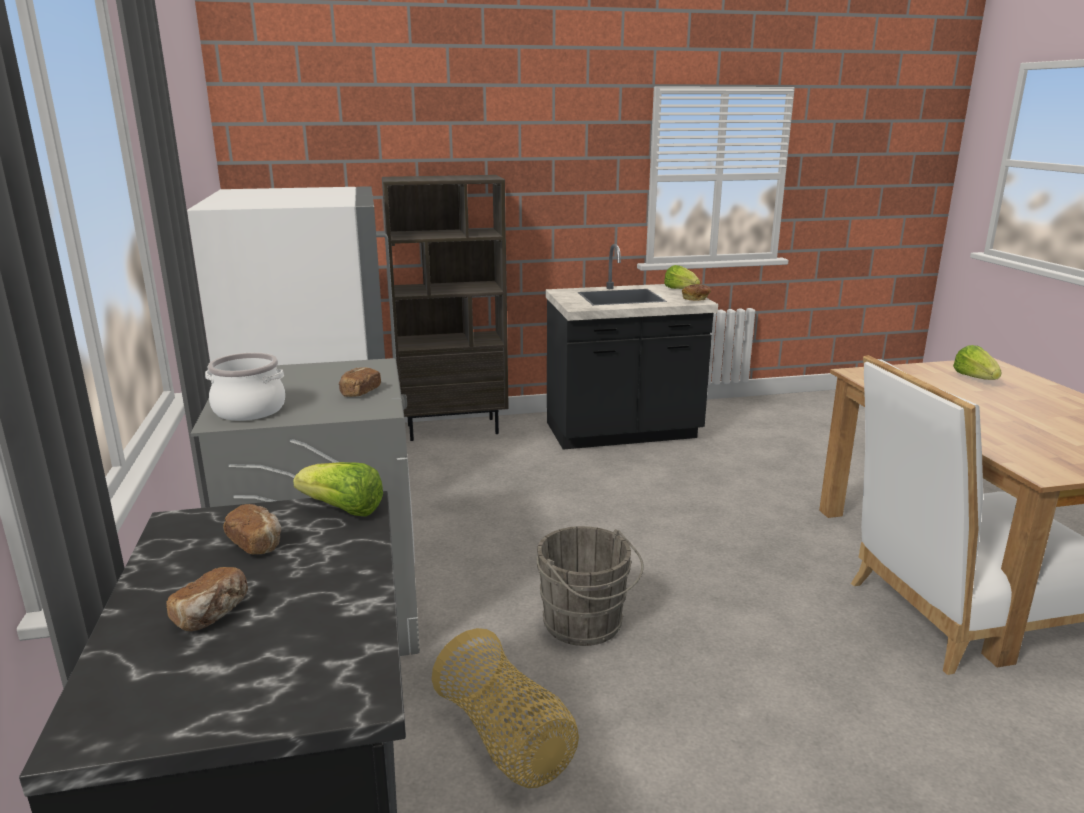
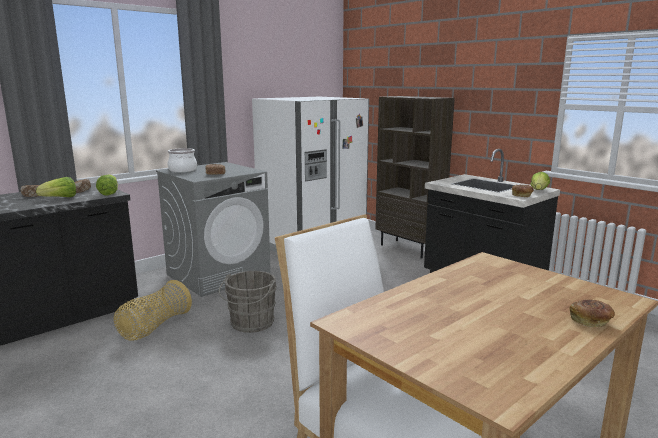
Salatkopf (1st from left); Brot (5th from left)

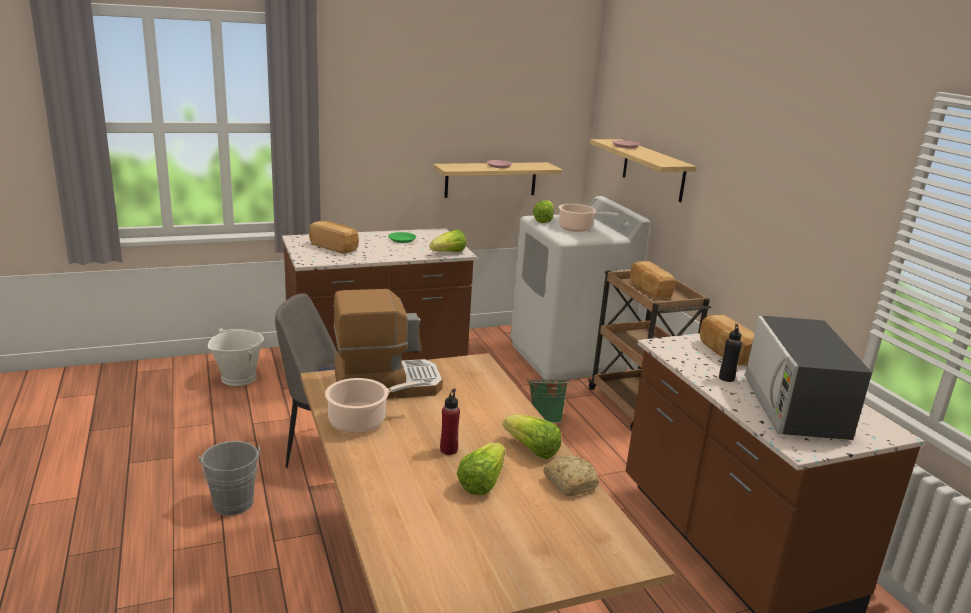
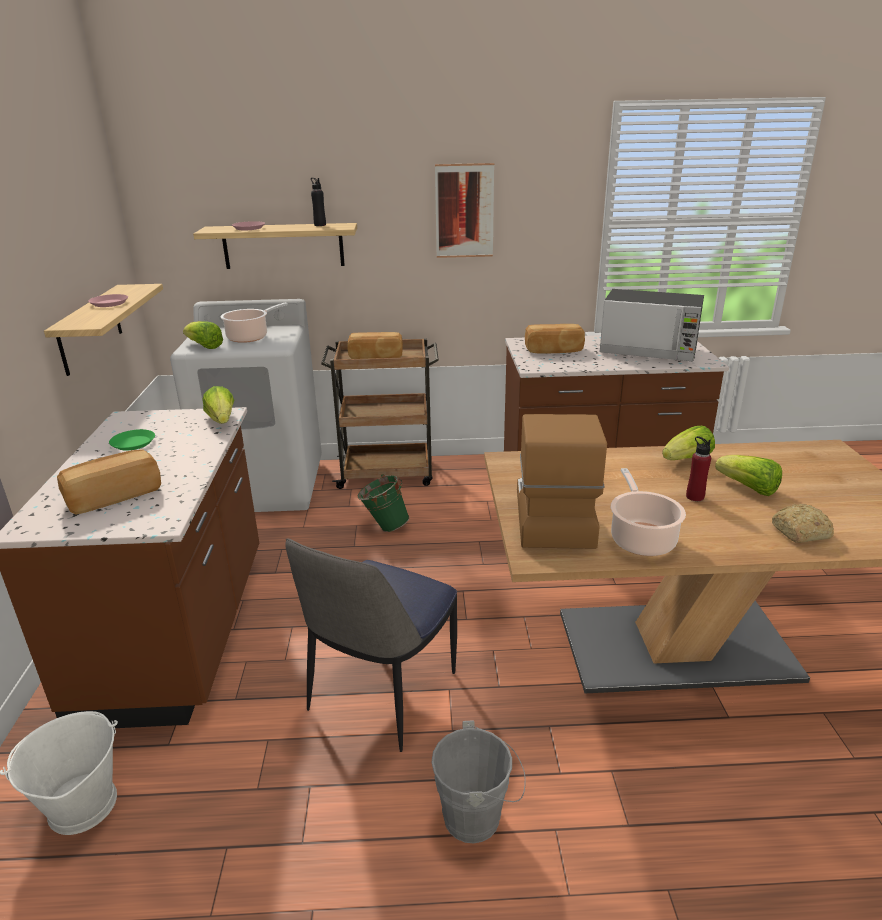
Brot (4th from left); Flasche/schwarz; Bild

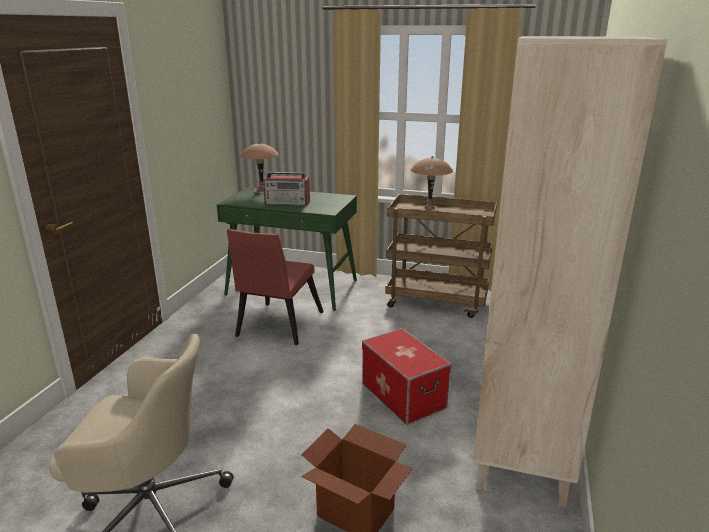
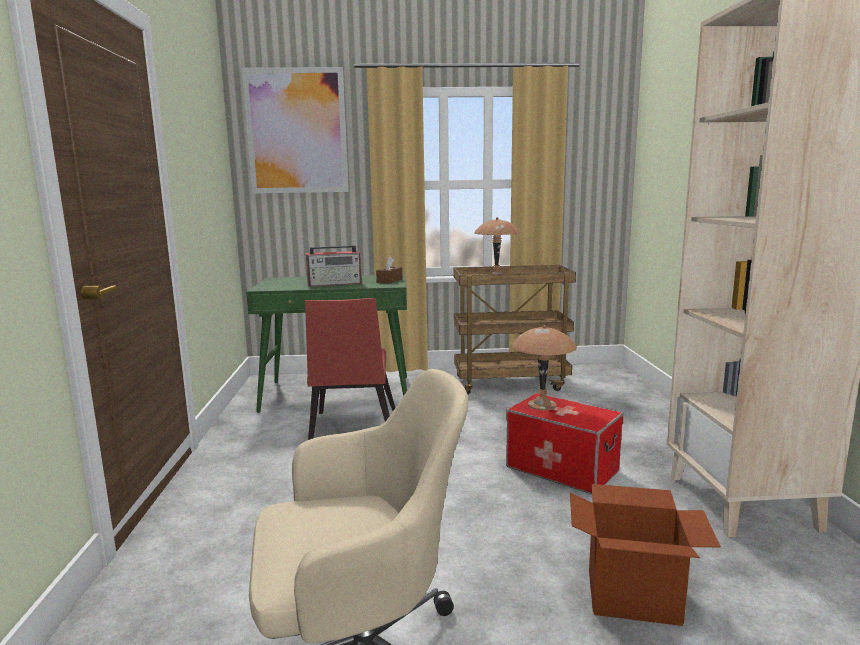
Tischlampe/braun (2nd from left); Bild; Taschentuchbox/braun

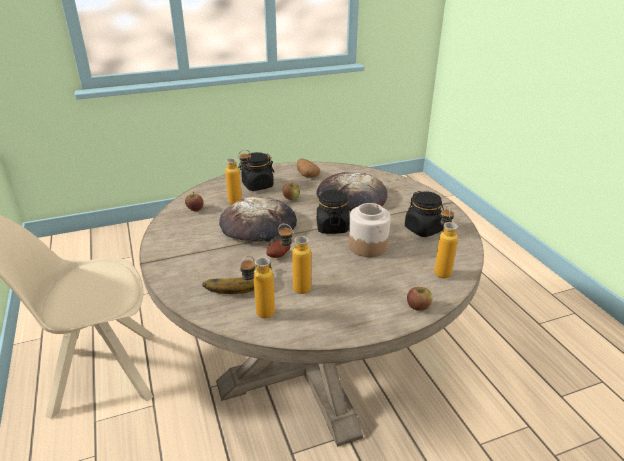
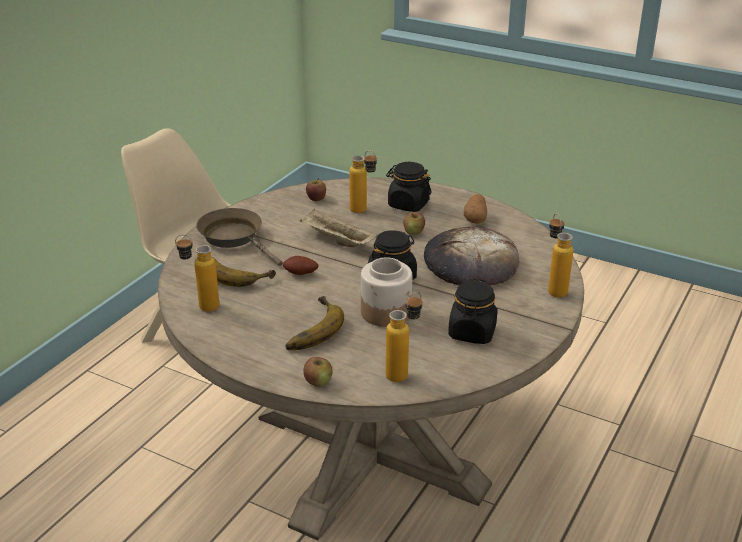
Tablett/beige; Flasche (4th from left); Pfanne/braun; Banane (2nd from left)

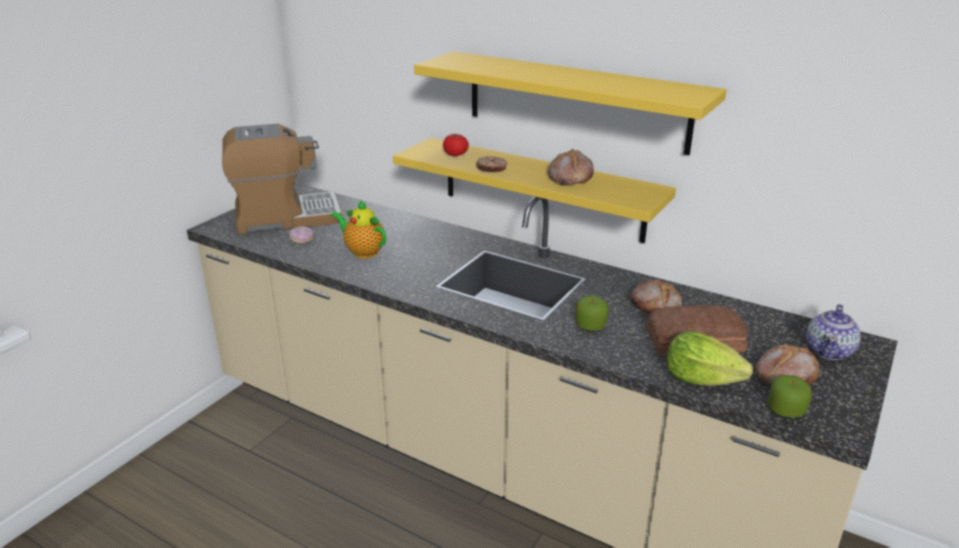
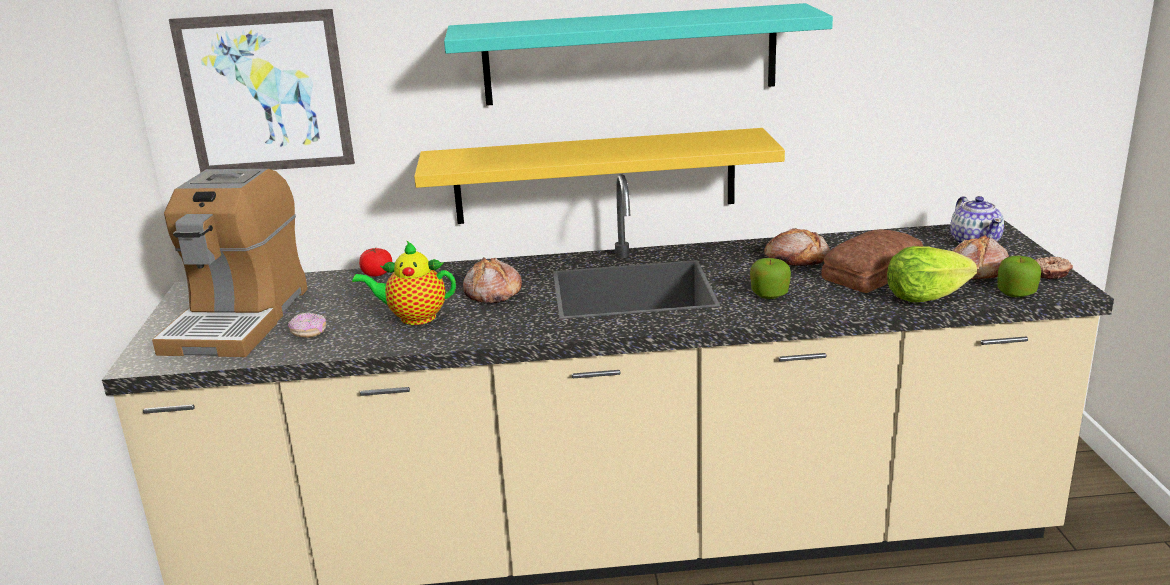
Kaffeemaschine; Wandregal/türkis; Tomate; Donut (2nd from left); Brot (1st from left); Bild

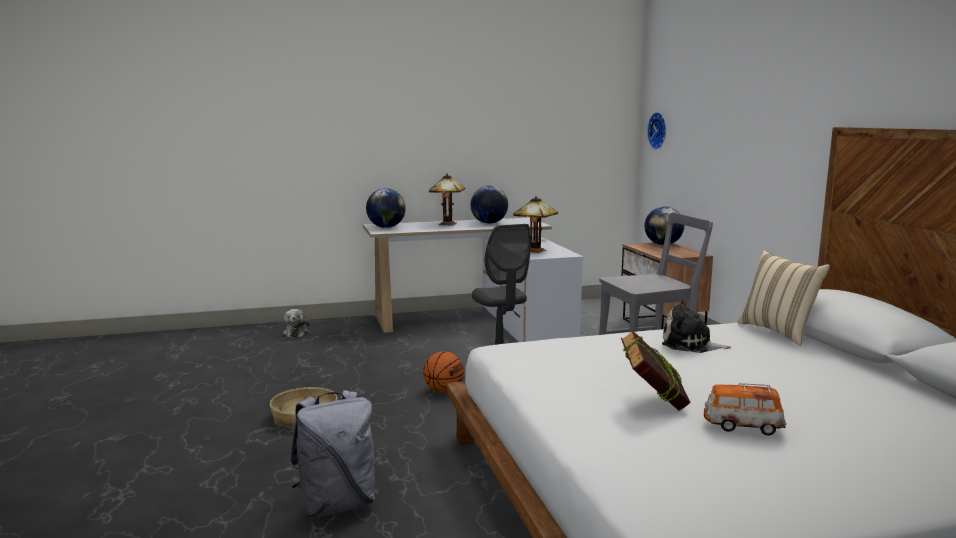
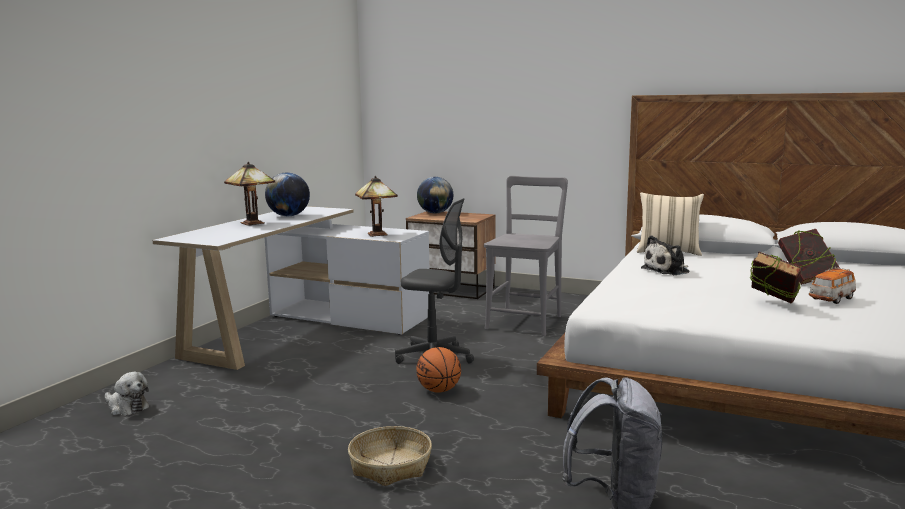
Globus (1st from left in the first image); Wanduhr; Buch (2nd from left)

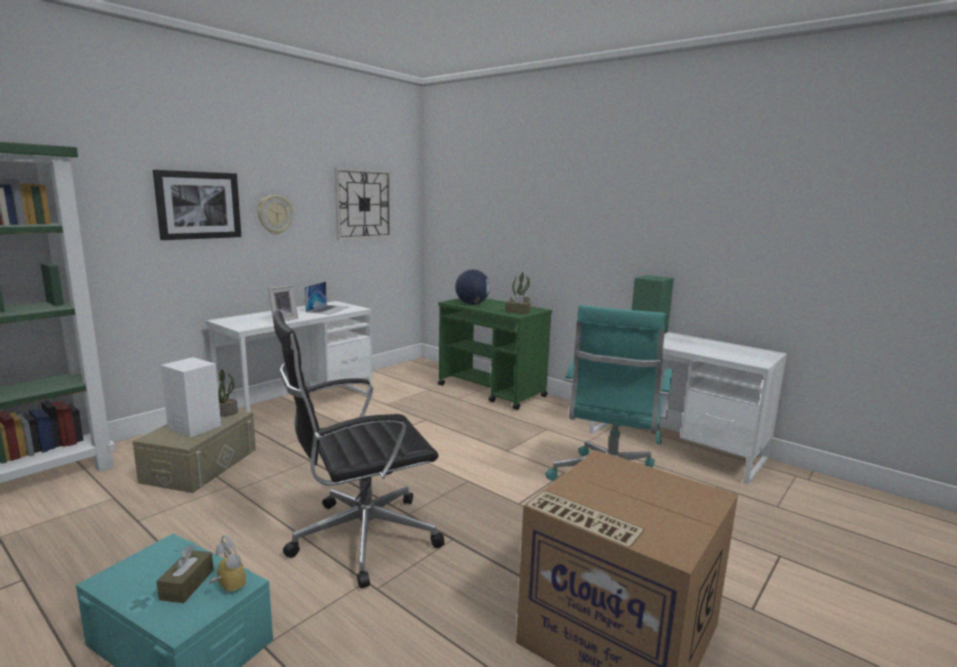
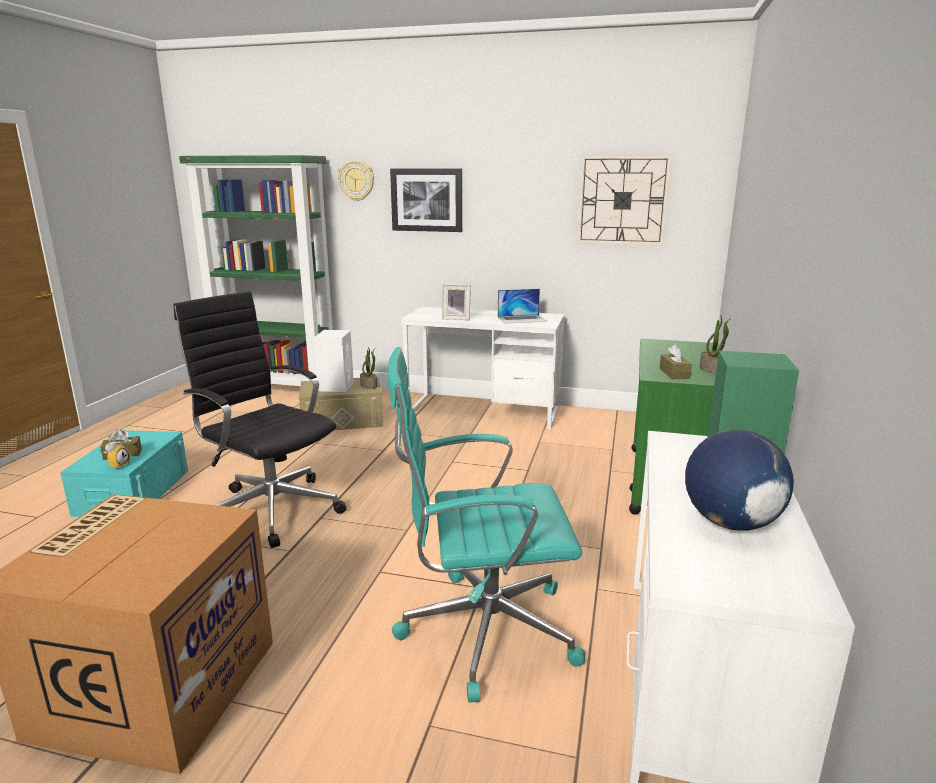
Wanduhr (1st from left); Globus

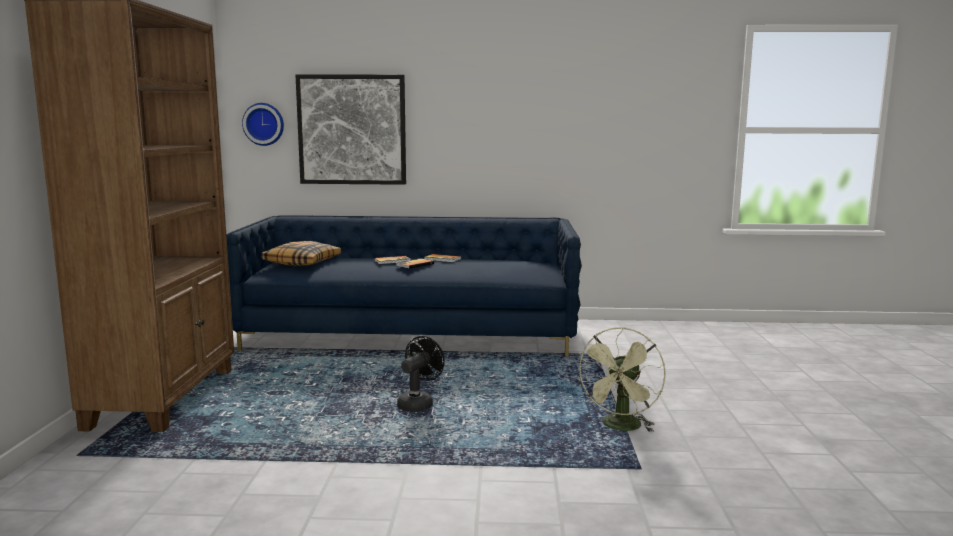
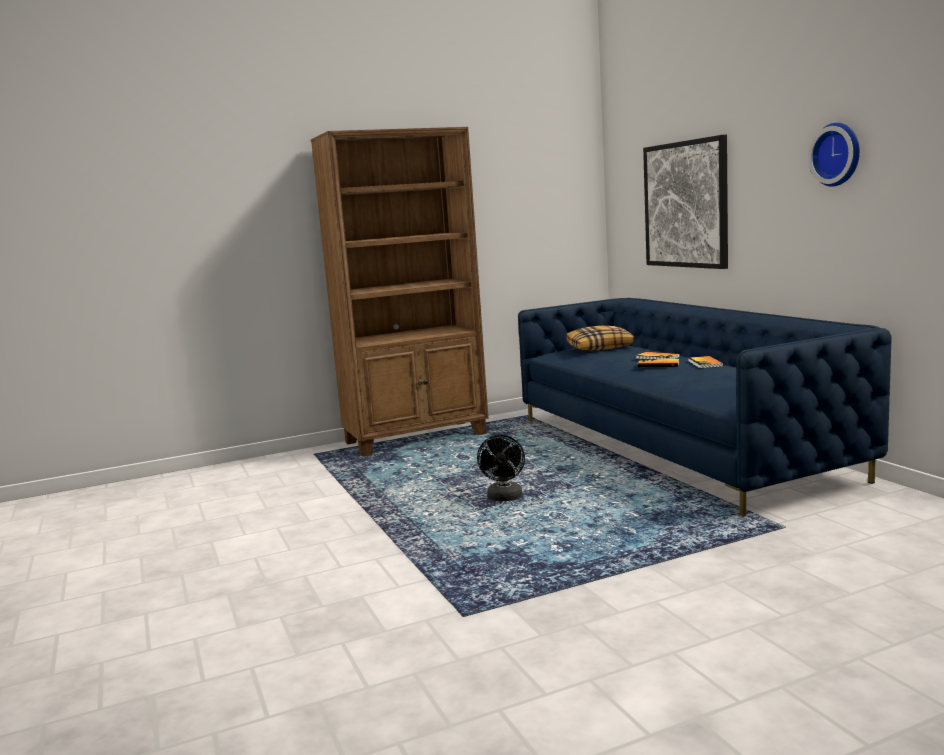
Wanduhr; Ventilator/schwarz; Ventilator/grün

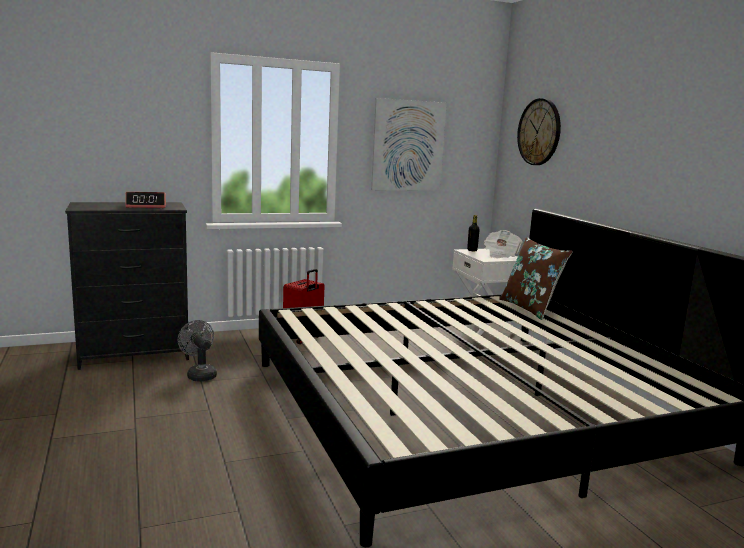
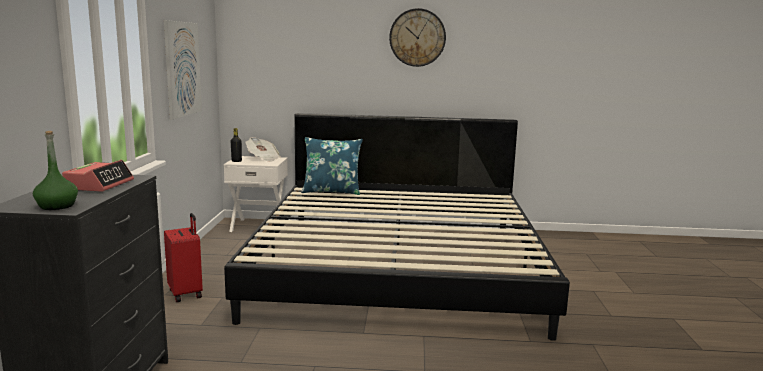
Ventilator/grau; Kissen/blau; Wanduhr; Flasche/grün

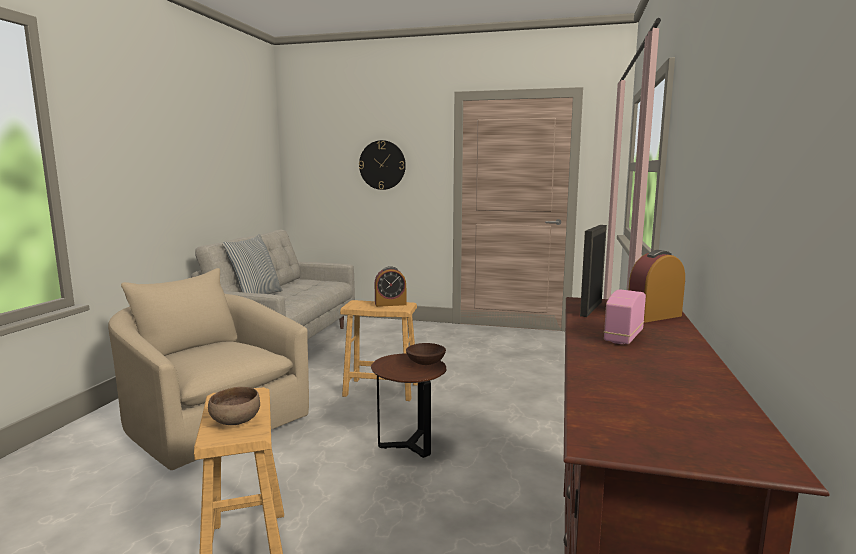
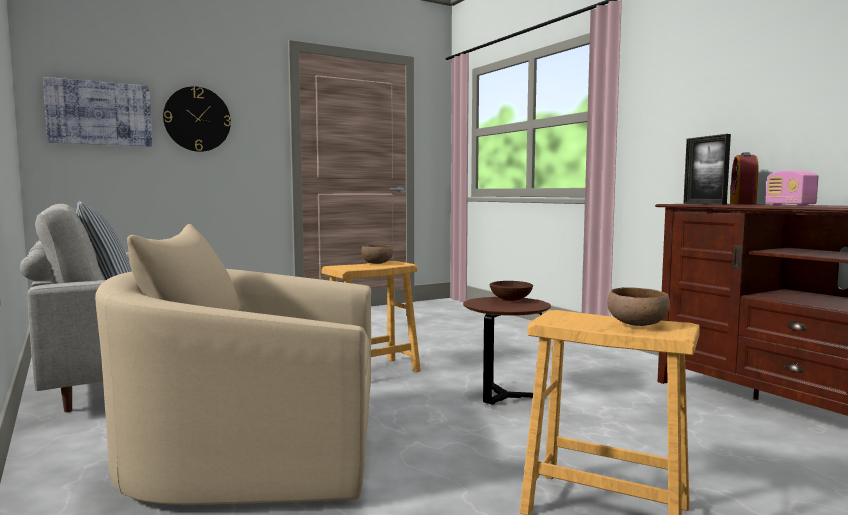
Schüssel/braun (1st from left); Bild

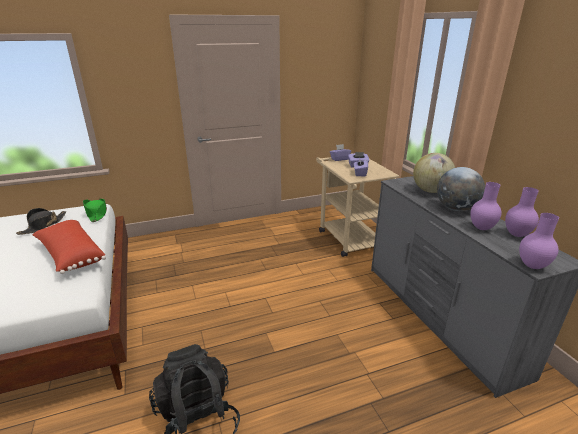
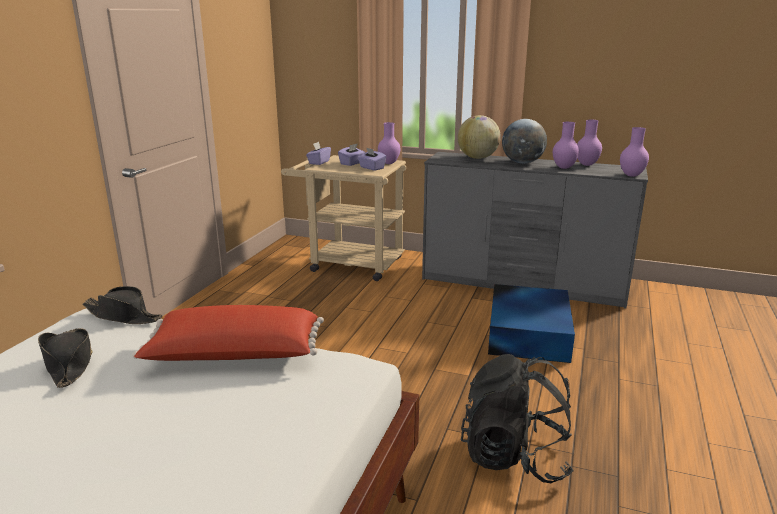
Hut/schwarz (2nd from left); Vase/lila (1st from left); Aufbewahrungsbox/blau

